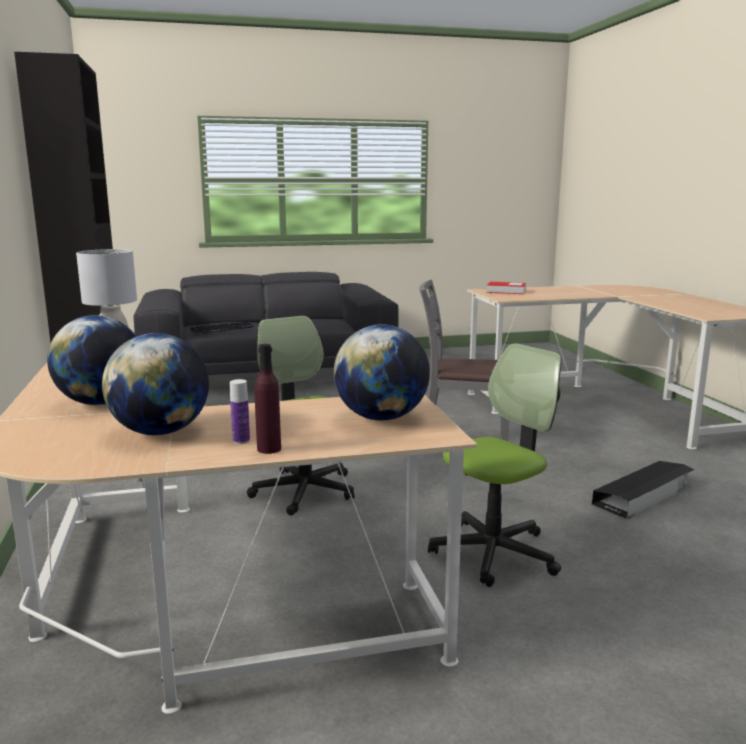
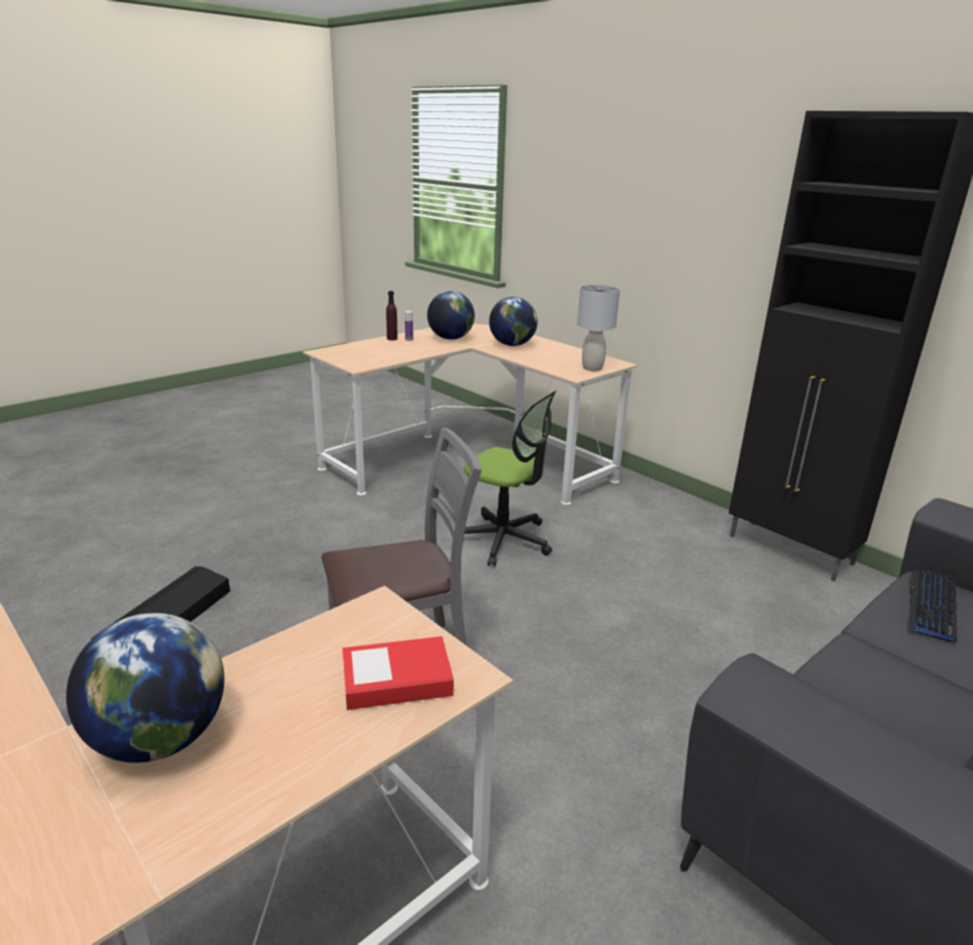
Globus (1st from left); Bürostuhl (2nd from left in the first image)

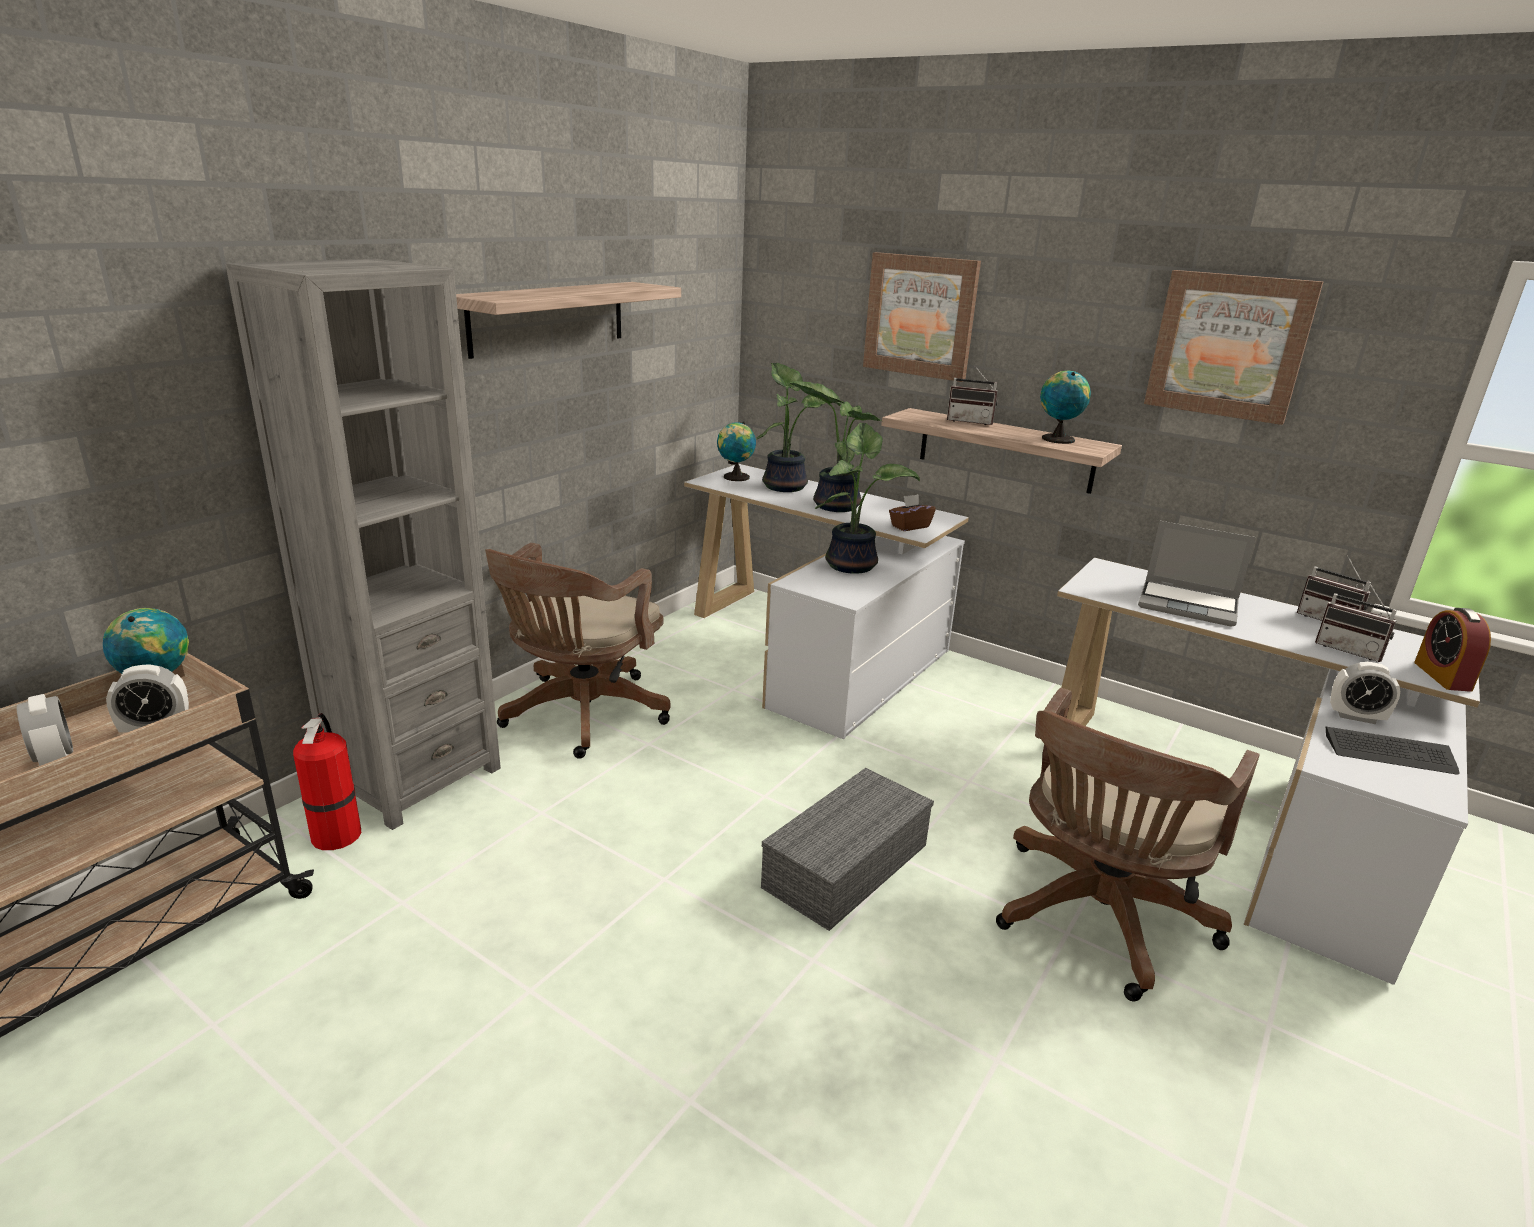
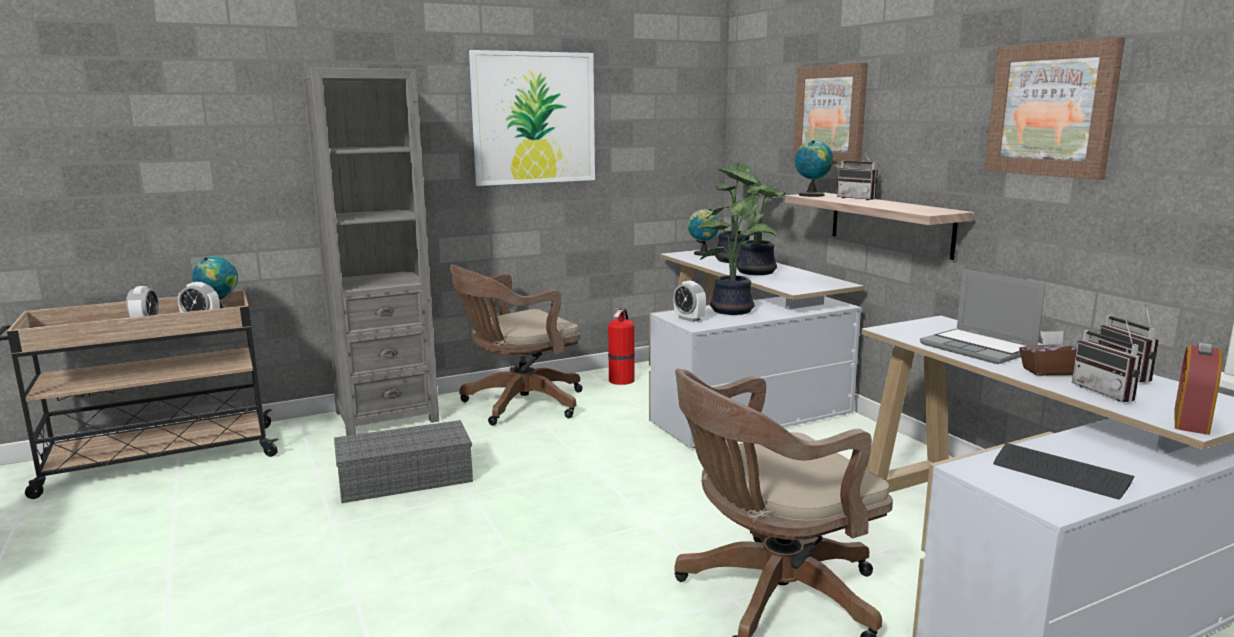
Feuerlöscher; Bild (1st from left); Aufbewahrungsbox/grau; Taschentuchbox/braun; Globus (3rd from left); Wecker (3rd from left)

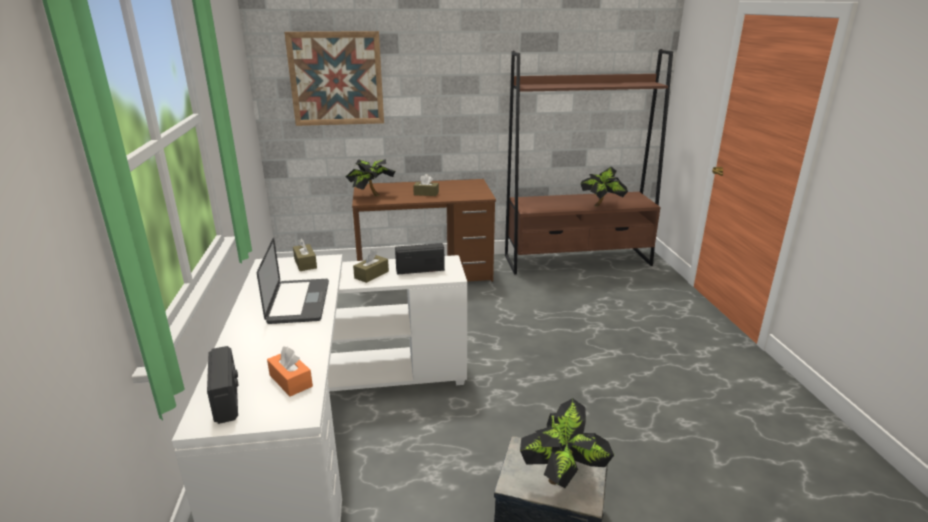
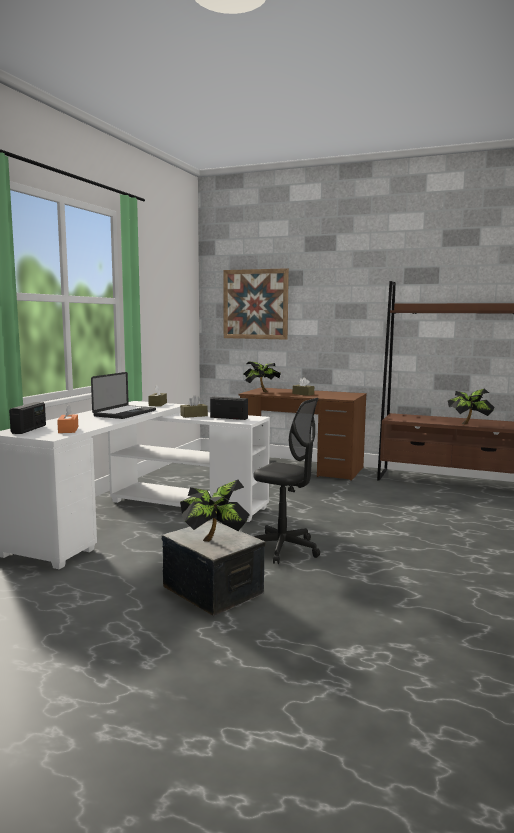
Bürostuhl/schwarz

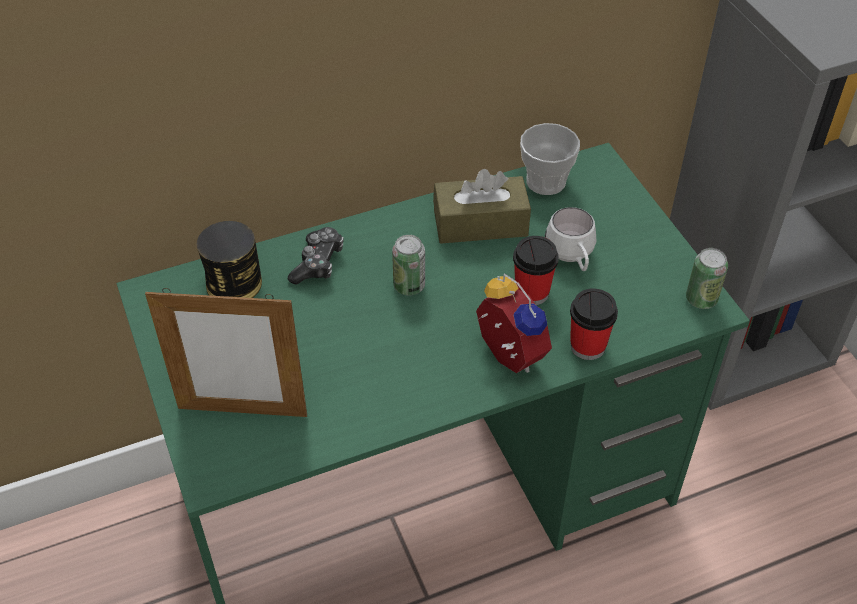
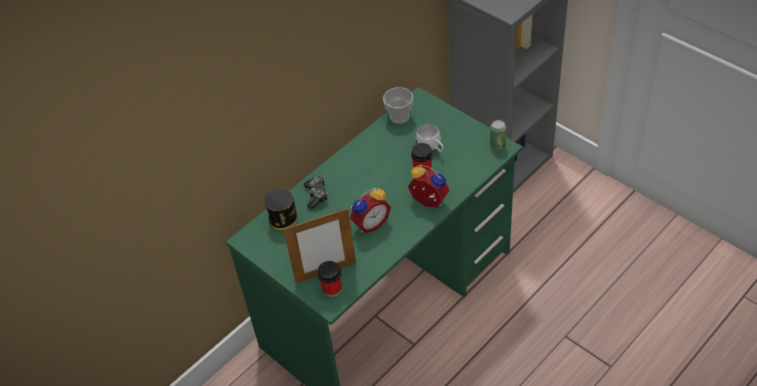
Dose (2nd from left in the first image); Taschentuchbox/braun; Tasse (1st from left); Wecker (1st from left)

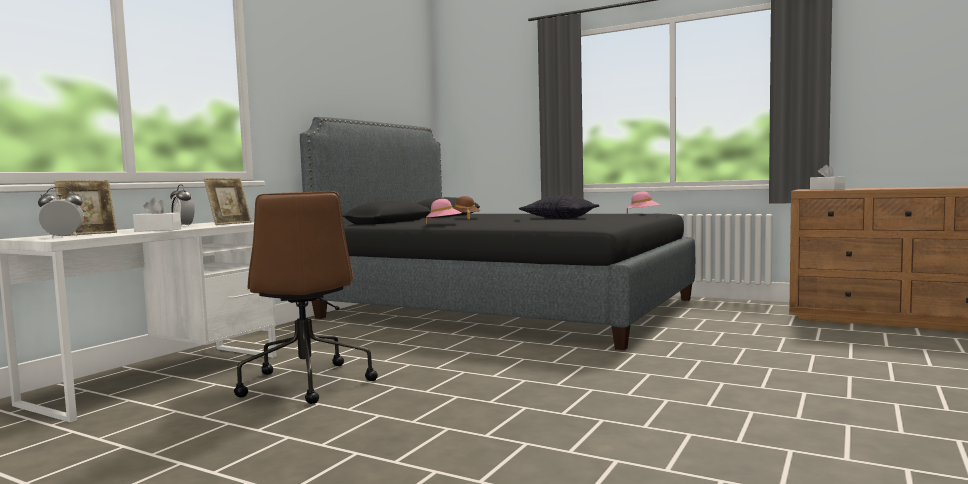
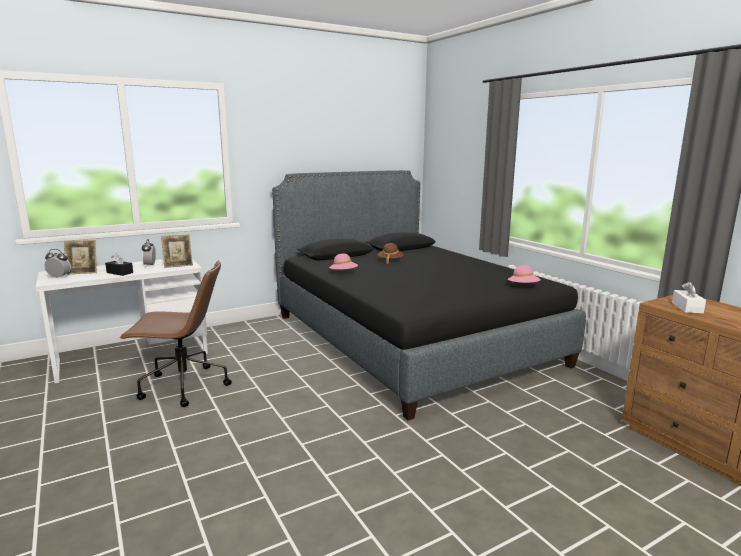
Taschentuchbox/schwarz; Bürostuhl/braun; Kissen

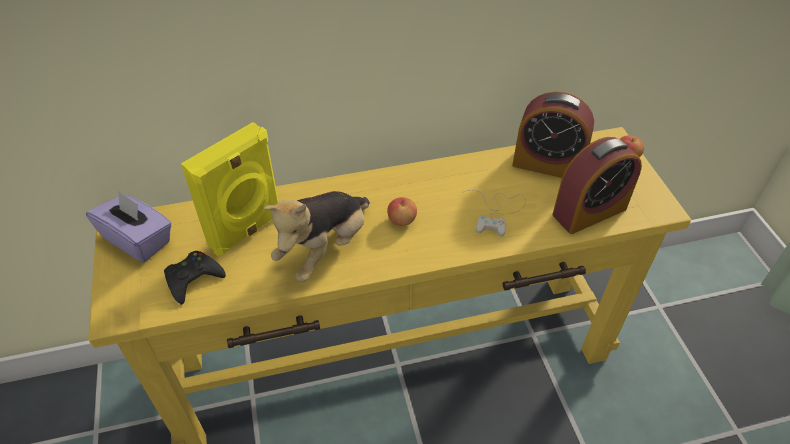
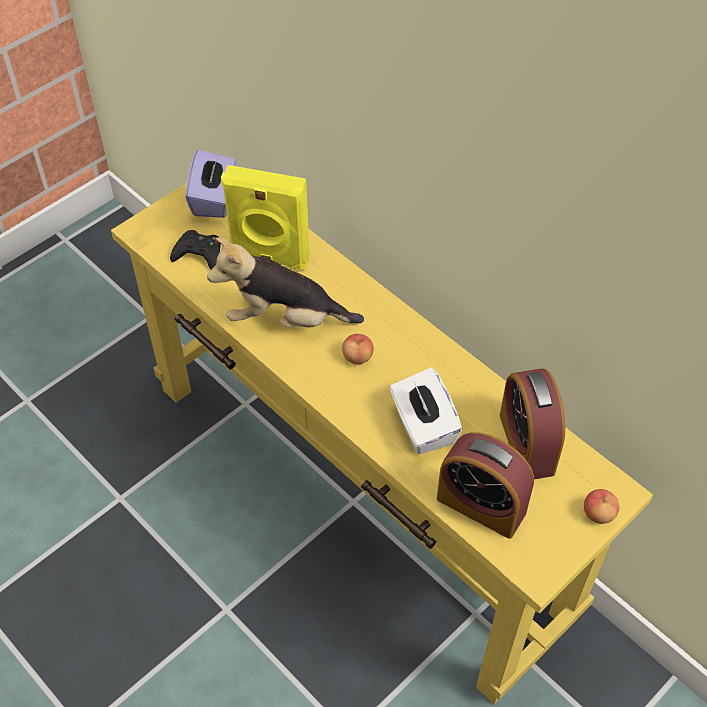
Taschentuchbox/weiß

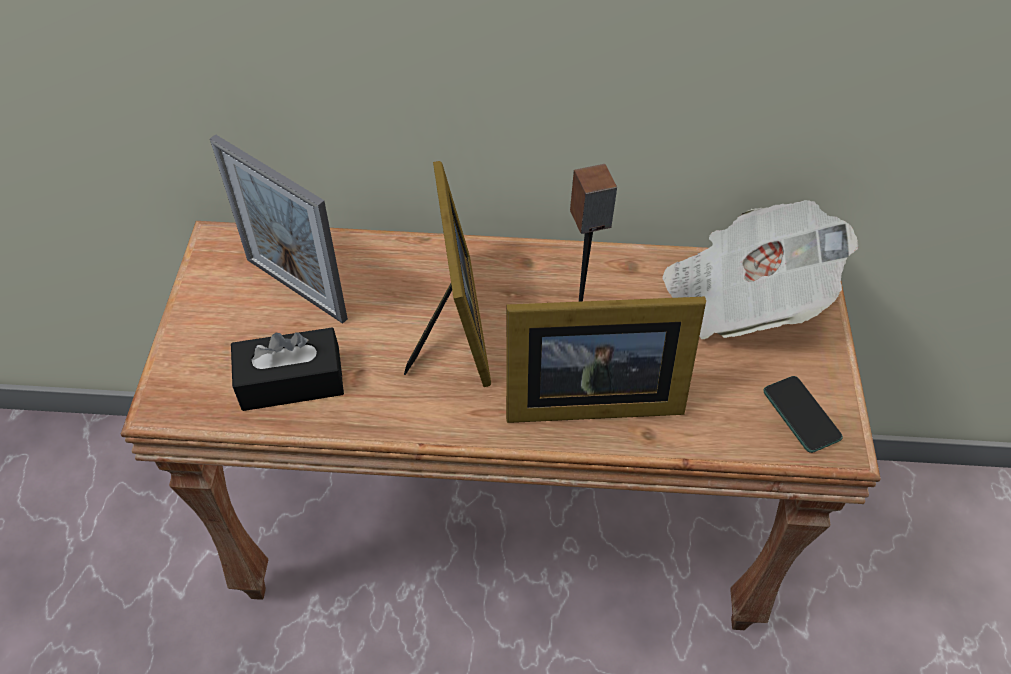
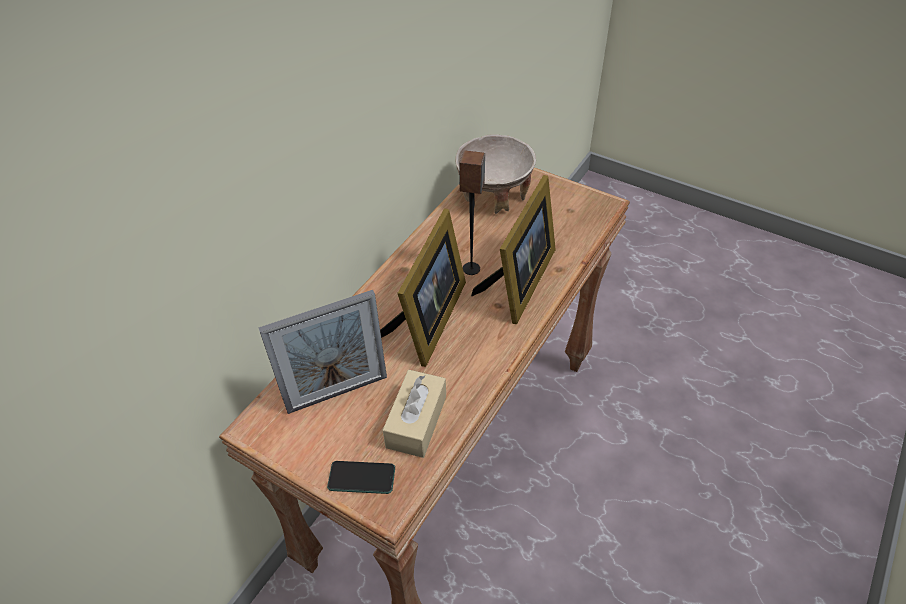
Taschentuchbox/beige; Bilderrahmen (2nd from left); Schüssel/beige; Handy

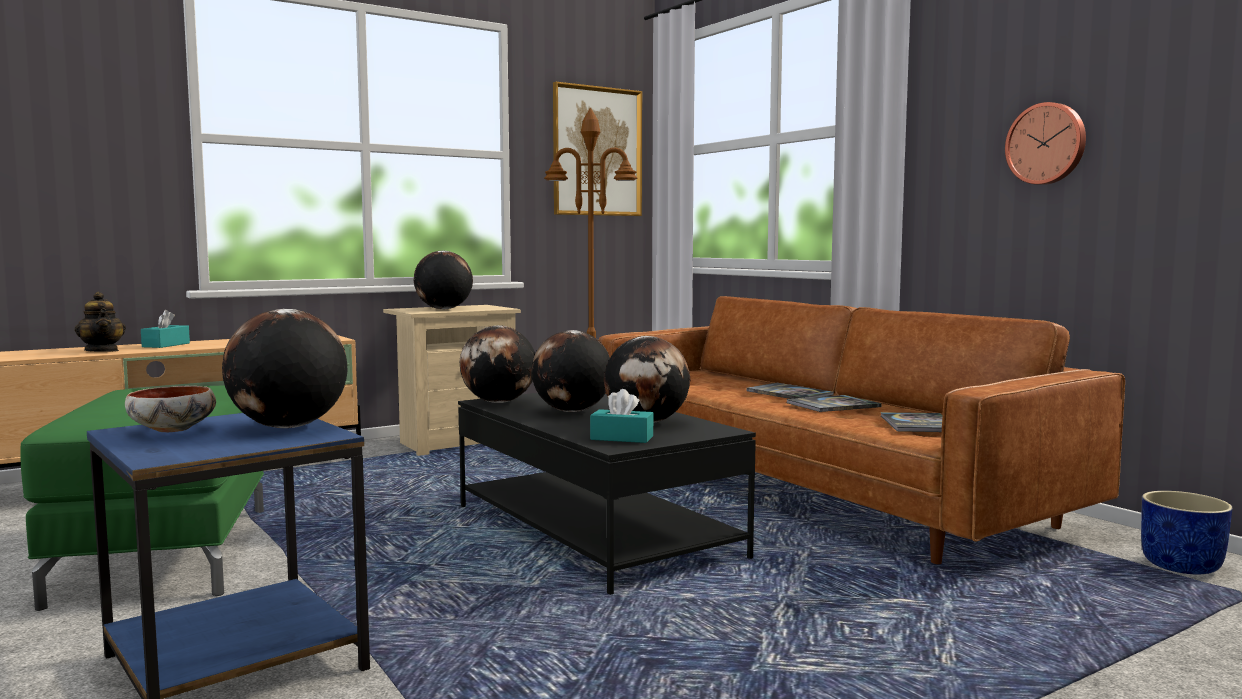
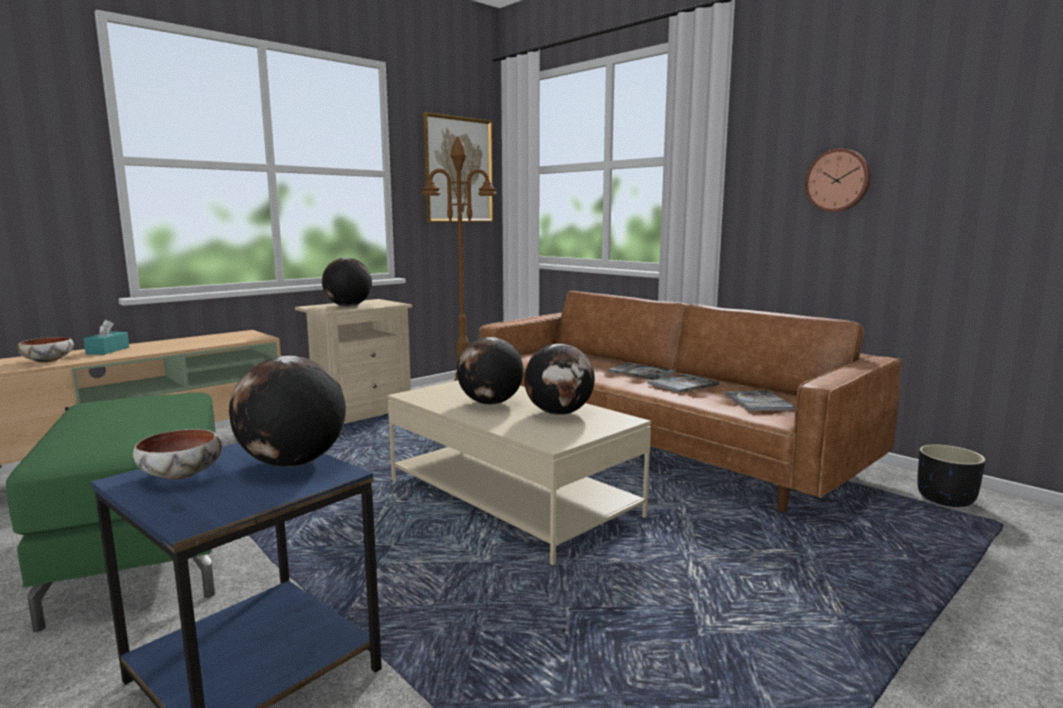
Schüssel (1st from left); Couchtisch/beige; Globus (3rd from left in the first image); Taschentuchbox/türkis (2nd from left in the first image); Pflanzkübel/schwarz

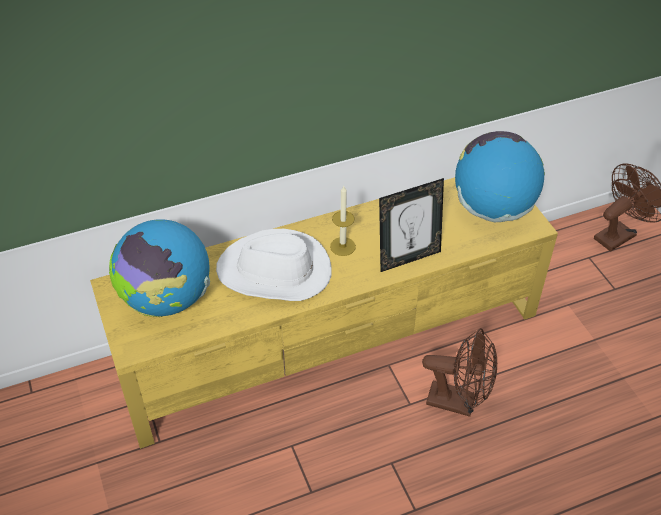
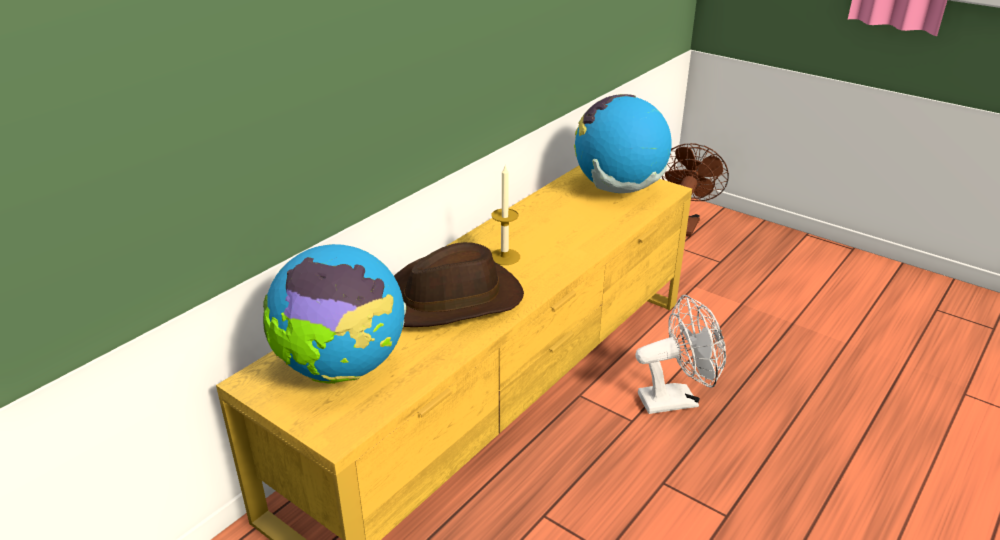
Hut/braun; Bilderrahmen; Ventilator/weiß

